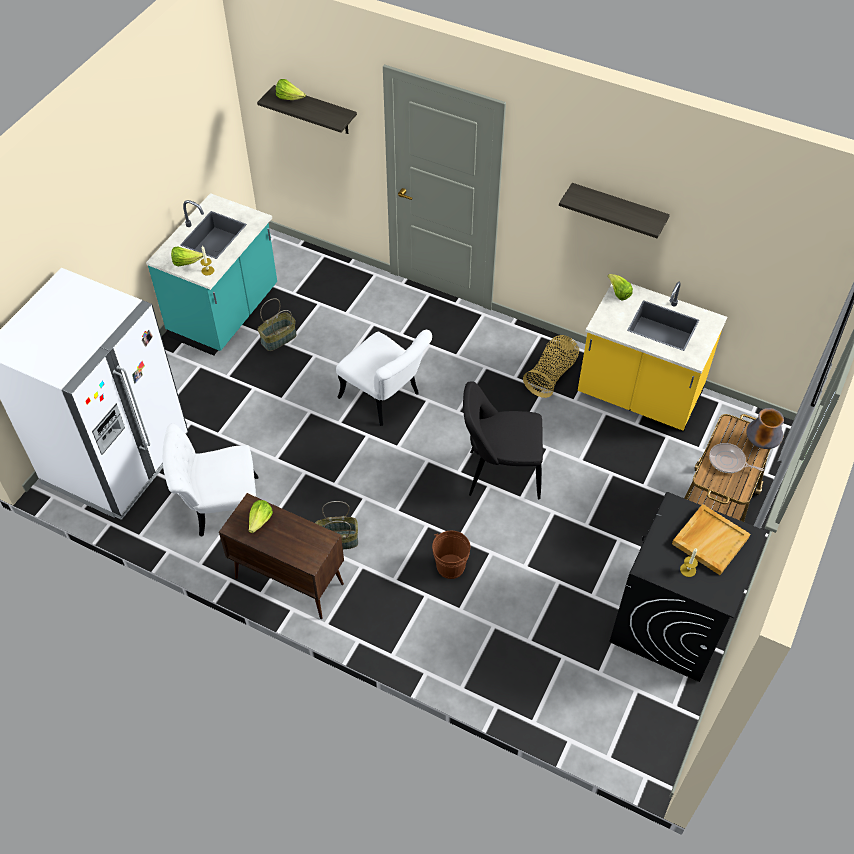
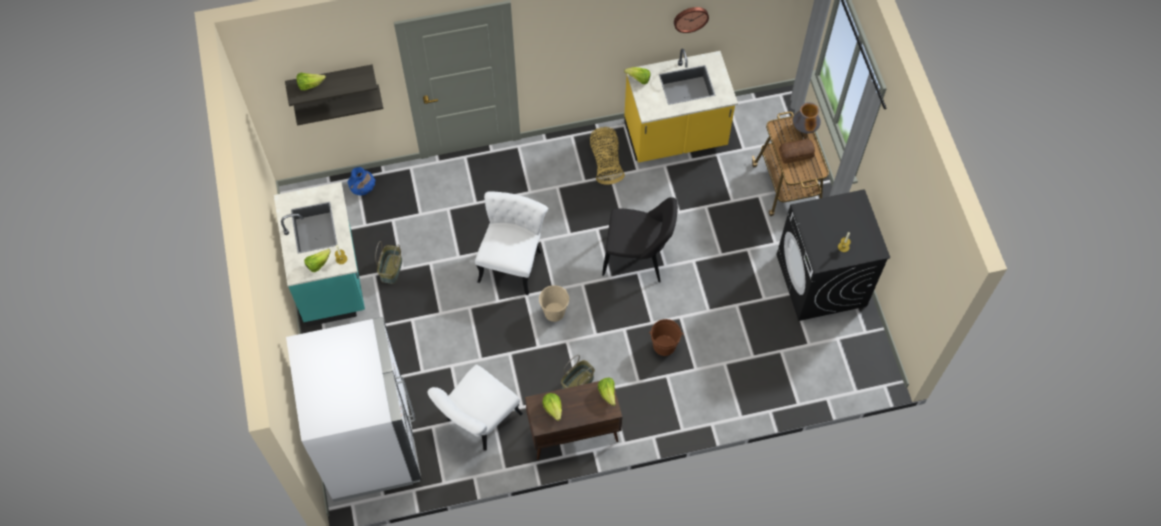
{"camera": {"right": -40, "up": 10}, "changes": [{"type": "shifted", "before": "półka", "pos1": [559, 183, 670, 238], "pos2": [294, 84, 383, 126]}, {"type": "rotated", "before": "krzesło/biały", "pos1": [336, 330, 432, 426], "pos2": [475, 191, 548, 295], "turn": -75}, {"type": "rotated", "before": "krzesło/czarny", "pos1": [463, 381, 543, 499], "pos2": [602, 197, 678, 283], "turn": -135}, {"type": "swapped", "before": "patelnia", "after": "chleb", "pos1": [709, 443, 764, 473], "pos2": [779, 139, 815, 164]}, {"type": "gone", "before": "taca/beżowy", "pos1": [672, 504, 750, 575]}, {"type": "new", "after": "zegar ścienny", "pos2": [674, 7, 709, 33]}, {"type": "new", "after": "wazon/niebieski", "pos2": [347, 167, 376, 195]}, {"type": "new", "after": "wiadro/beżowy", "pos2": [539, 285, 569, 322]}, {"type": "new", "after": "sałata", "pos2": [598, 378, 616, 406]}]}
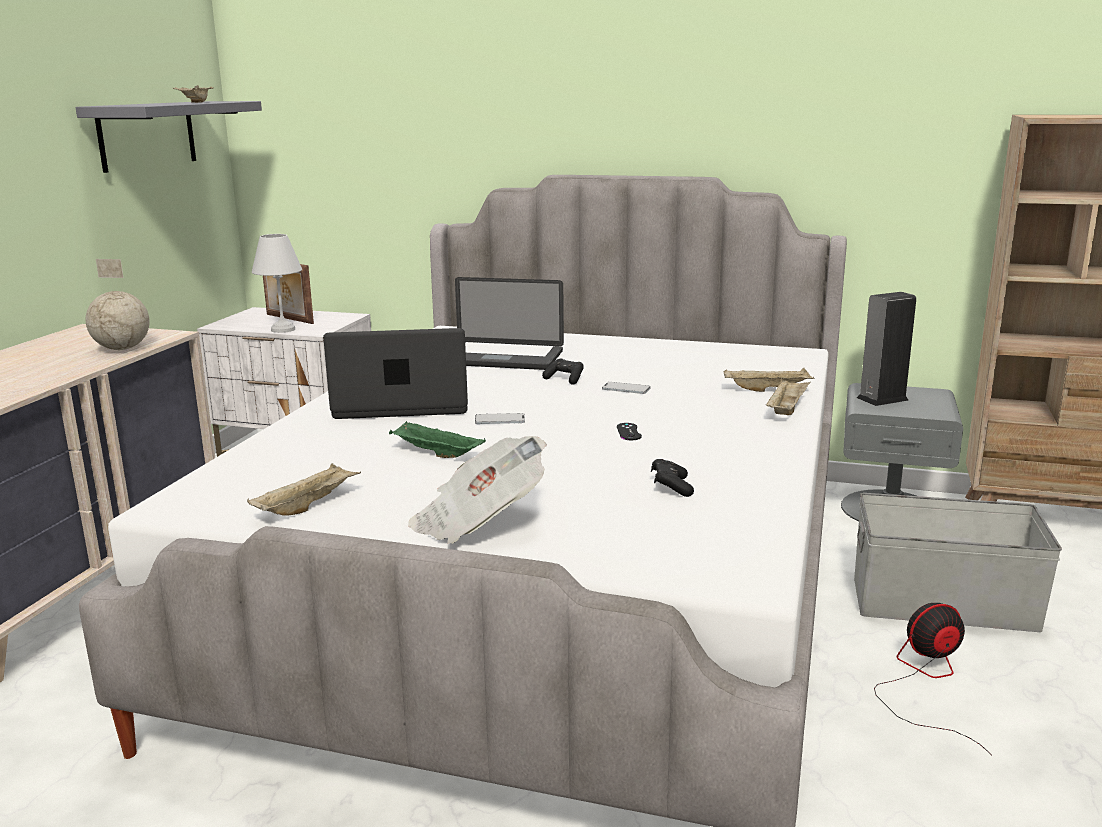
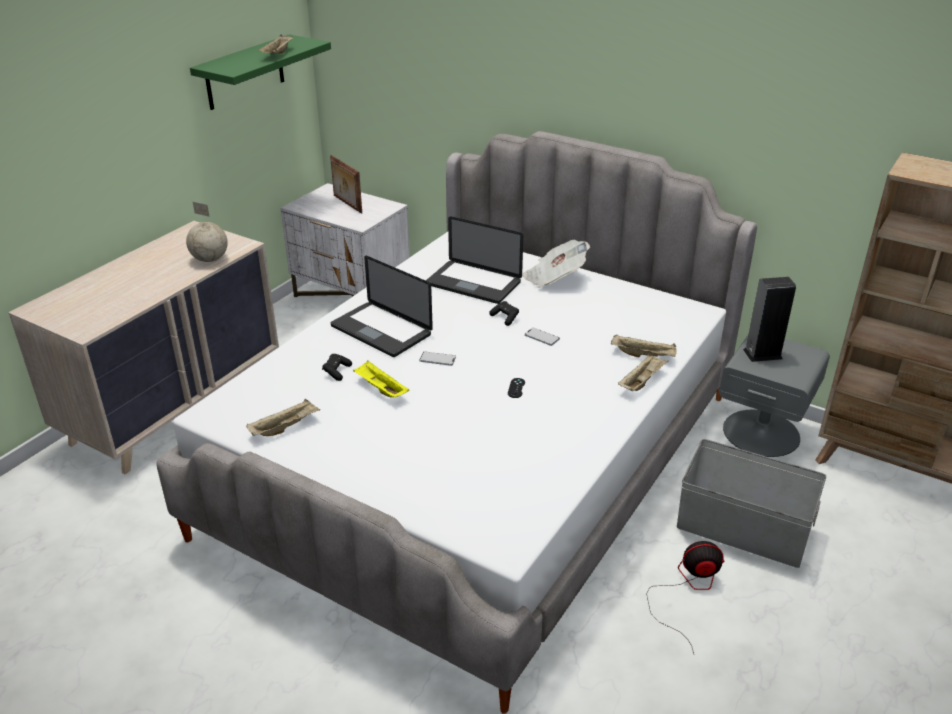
{"camera": {"right": 15, "up": 15}, "changes": [{"type": "repainted", "before": "półka/szary", "after": "półka/zielony", "pos1": [75, 101, 262, 173], "pos2": [190, 34, 331, 110]}, {"type": "gone", "before": "lampa stołowa/biały", "pos1": [252, 234, 302, 333]}, {"type": "rotated", "before": "laptop", "pos1": [323, 328, 468, 419], "pos2": [331, 256, 433, 357], "turn": -150}, {"type": "repainted", "before": "taca/zielony", "after": "taca/żółty", "pos1": [389, 421, 486, 458], "pos2": [353, 361, 409, 397]}, {"type": "shifted", "before": "gazeta", "pos1": [408, 436, 547, 544], "pos2": [523, 240, 590, 288]}, {"type": "shifted", "before": "pad do gier/czarny", "pos1": [651, 459, 694, 497], "pos2": [322, 354, 352, 381]}]}
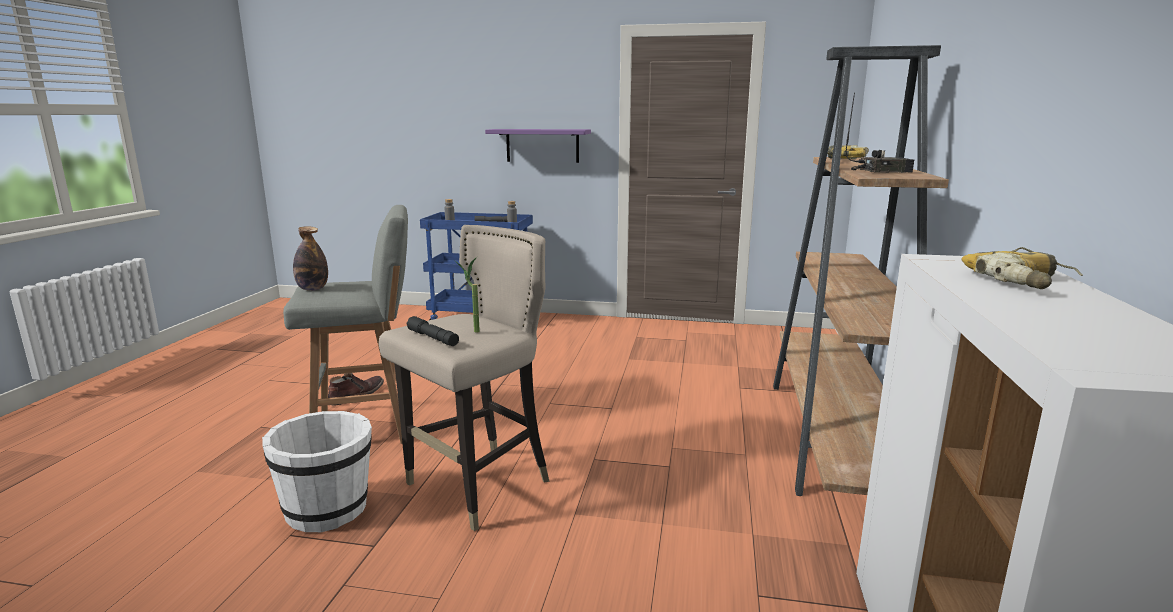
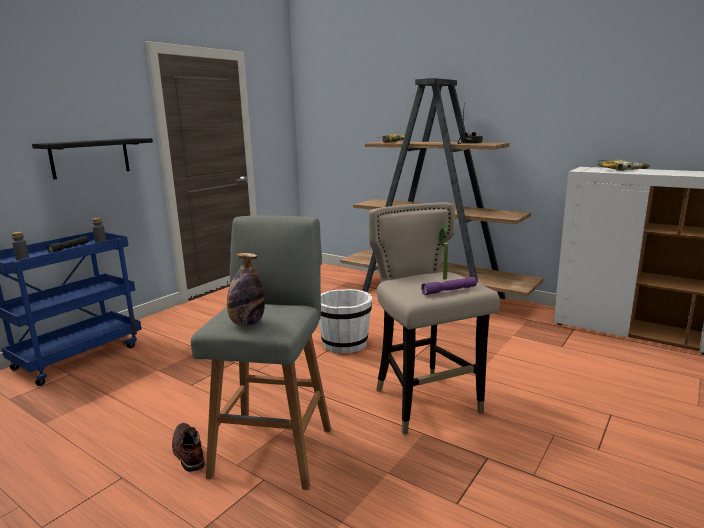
{"camera": {"right": -65, "up": 0}, "changes": [{"type": "repainted", "before": "półka/fioletowy", "after": "półka/czarny", "pos1": [485, 129, 591, 163], "pos2": [32, 138, 153, 179]}, {"type": "repainted", "before": "latarka/czarny", "after": "latarka/fioletowy", "pos1": [407, 316, 459, 346], "pos2": [421, 277, 477, 295]}, {"type": "shifted", "before": "wiadro/biały", "pos1": [262, 411, 372, 532], "pos2": [319, 289, 372, 354]}]}
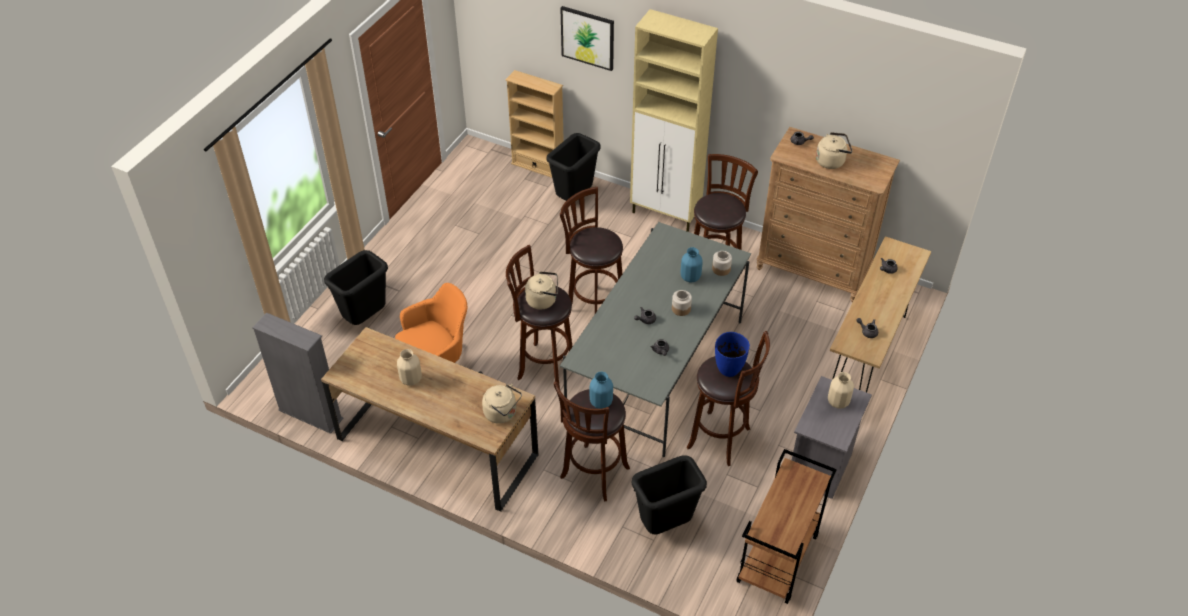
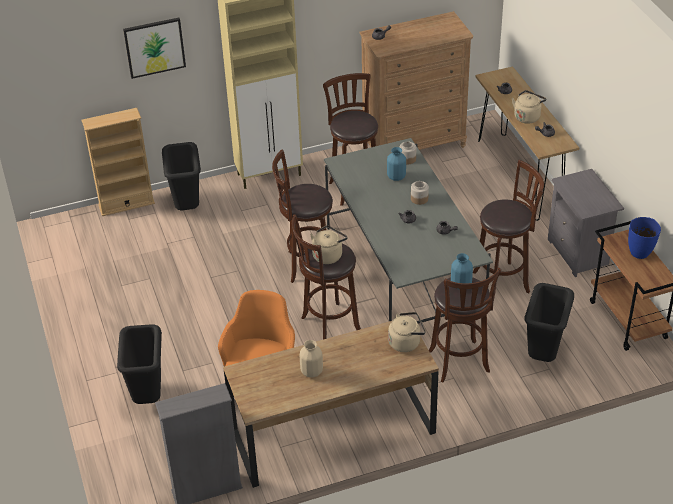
{"camera": {"right": -45, "up": -5}, "changes": [{"type": "shifted", "before": "czajnik/beżowy", "pos1": [816, 132, 853, 169], "pos2": [512, 90, 546, 124]}, {"type": "shifted", "before": "wazon/niebieski", "pos1": [715, 332, 750, 377], "pos2": [628, 217, 661, 259]}, {"type": "gone", "before": "wazon/beżowy", "pos1": [828, 372, 854, 409]}]}
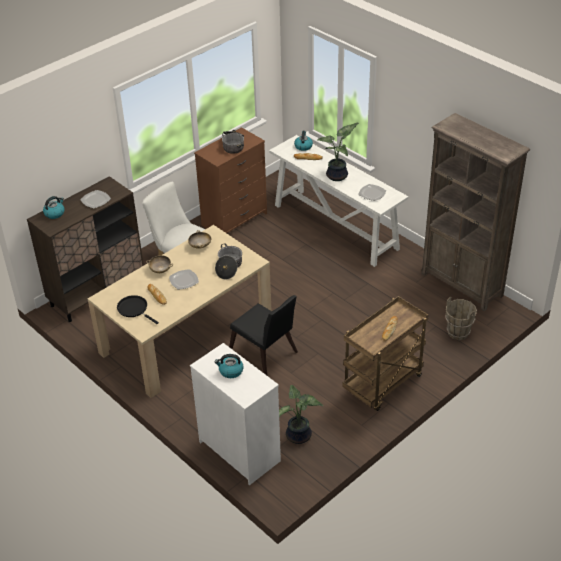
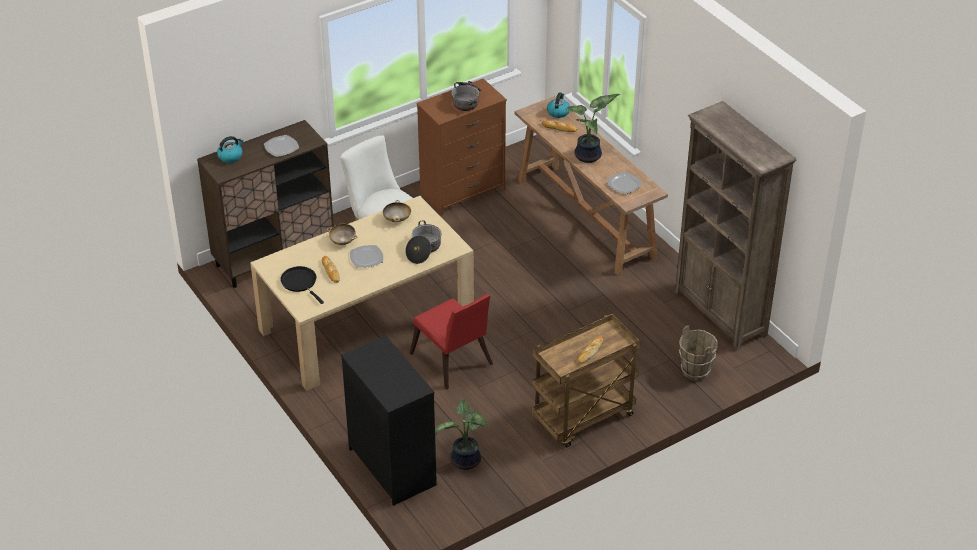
{"camera": {"right": 10, "up": 0}, "changes": [{"type": "repainted", "before": "stolik konsolowy/biały", "after": "stolik konsolowy/brązowy", "pos1": [269, 135, 408, 267], "pos2": [515, 96, 668, 276]}, {"type": "repainted", "before": "krzesło/czarny", "after": "krzesło/czerwony", "pos1": [229, 295, 298, 375], "pos2": [410, 294, 493, 389]}, {"type": "repainted", "before": "komoda/biały", "after": "komoda/czarny", "pos1": [190, 343, 281, 485], "pos2": [341, 336, 437, 506]}, {"type": "gone", "before": "czajnik", "pos1": [215, 354, 244, 378]}]}
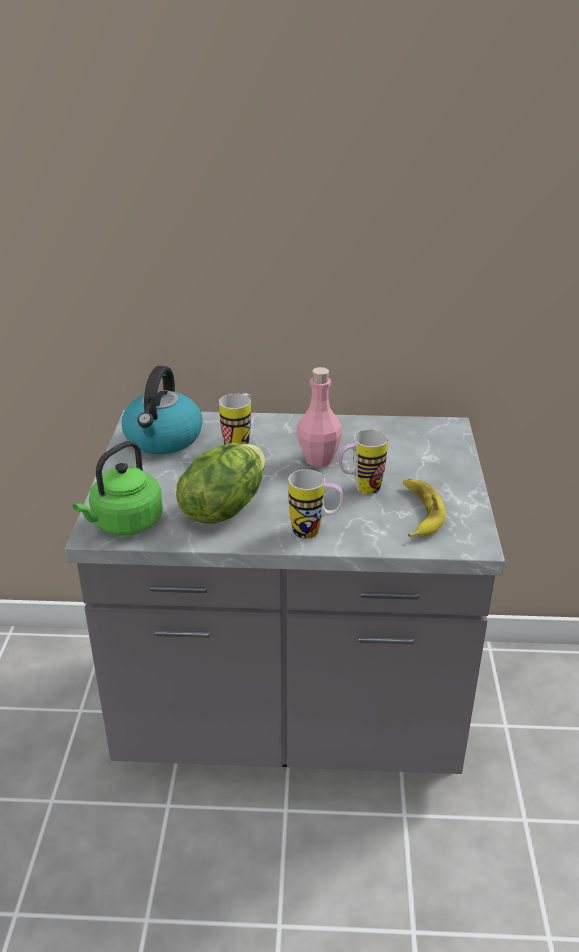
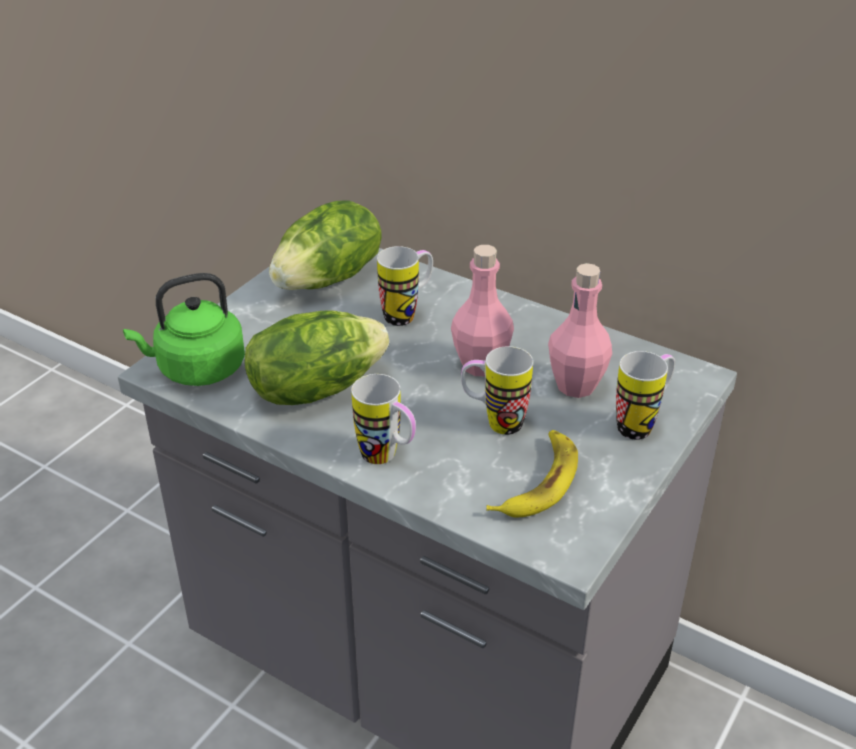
{"camera": {"right": 30, "up": 5}, "changes": [{"type": "swapped", "before": "czajnik", "after": "sałata", "pos1": [122, 366, 203, 454], "pos2": [269, 200, 382, 290]}, {"type": "new", "after": "butelka/różowy", "pos2": [548, 263, 612, 398]}, {"type": "new", "after": "kubek", "pos2": [616, 351, 675, 440]}]}
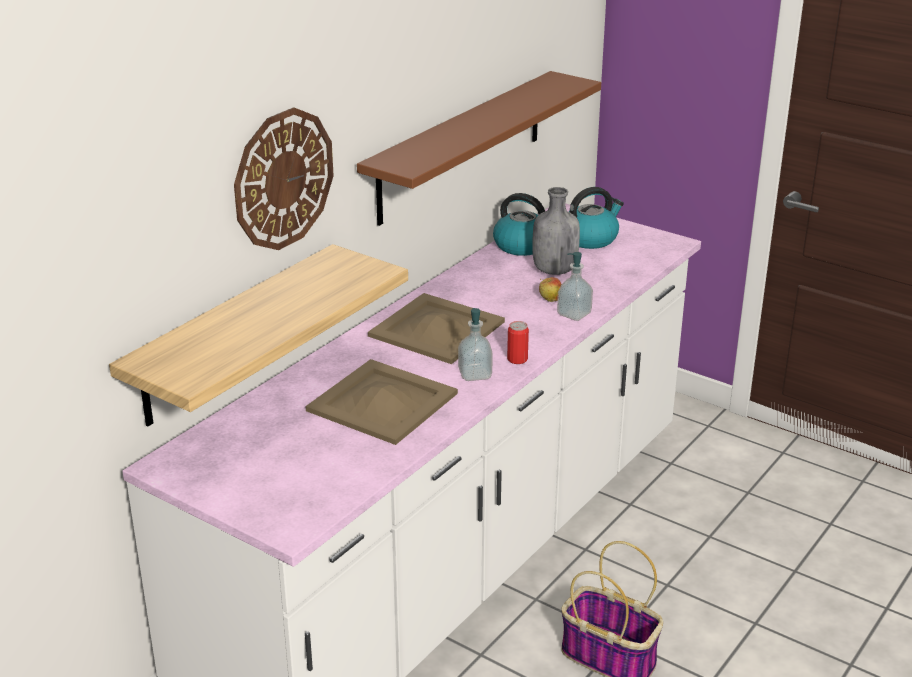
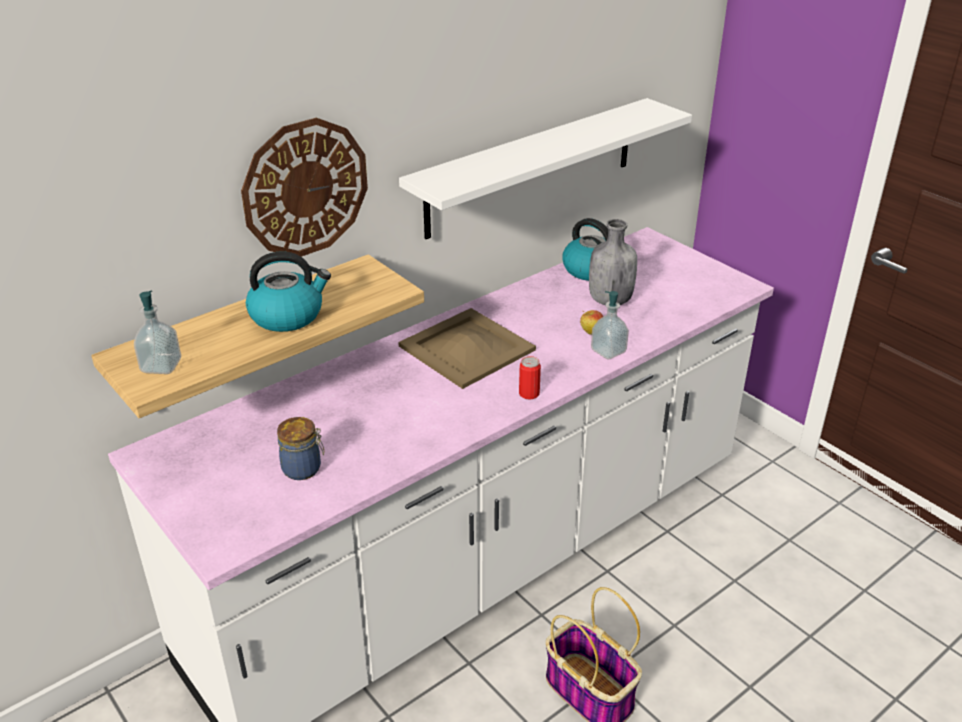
{"camera": {"right": 15, "up": 5}, "changes": [{"type": "repainted", "before": "półka/brązowy", "after": "półka/biały", "pos1": [357, 71, 601, 226], "pos2": [399, 98, 692, 239]}, {"type": "shifted", "before": "czajnik", "pos1": [569, 187, 624, 249], "pos2": [246, 251, 331, 332]}, {"type": "shifted", "before": "dozownik mydła", "pos1": [458, 308, 493, 381], "pos2": [134, 291, 181, 374]}, {"type": "gone", "before": "taca/beżowy", "pos1": [306, 359, 458, 445]}, {"type": "new", "after": "słoik", "pos2": [277, 417, 324, 480]}]}
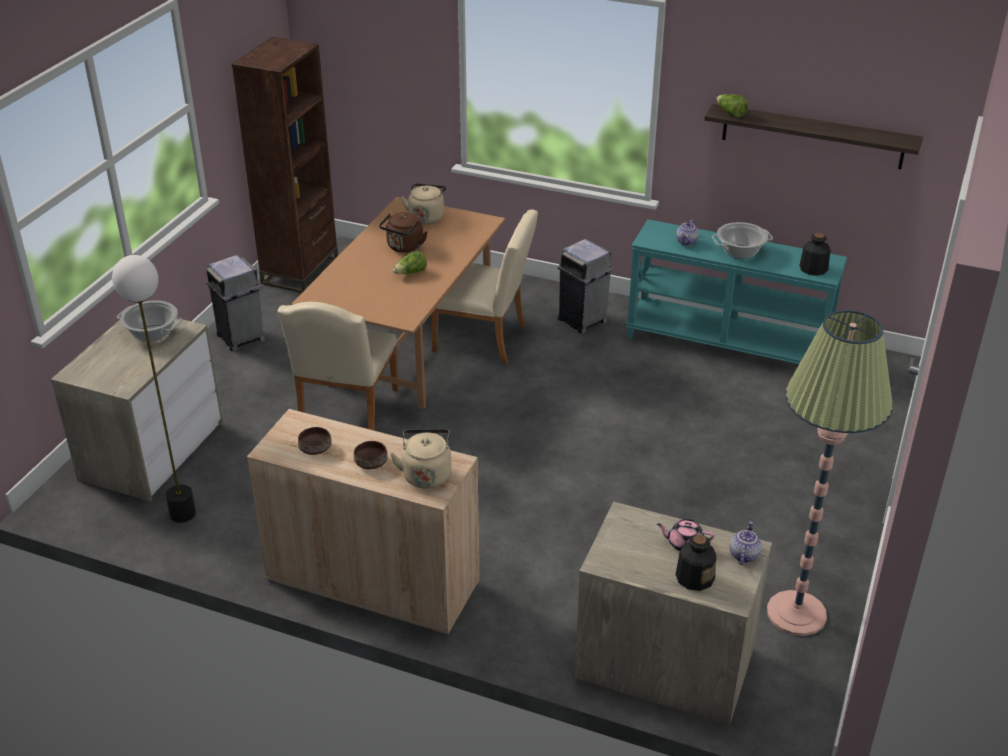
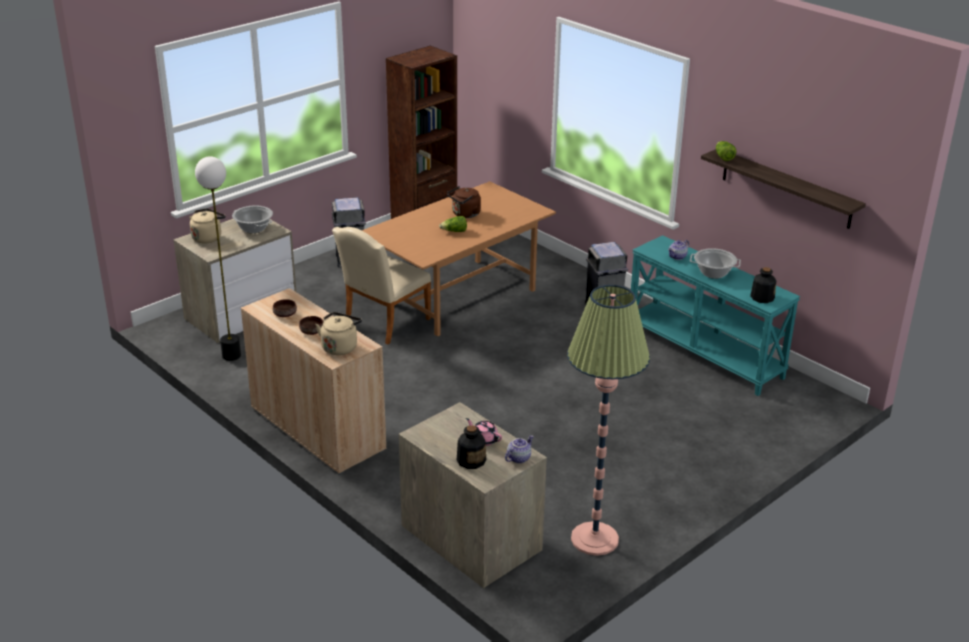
{"camera": {"right": 25, "up": -5}, "changes": [{"type": "shifted", "before": "czajnik/beżowy", "pos1": [401, 183, 446, 224], "pos2": [189, 208, 226, 243]}, {"type": "gone", "before": "krzesło/beżowy", "pos1": [431, 210, 538, 364]}]}
